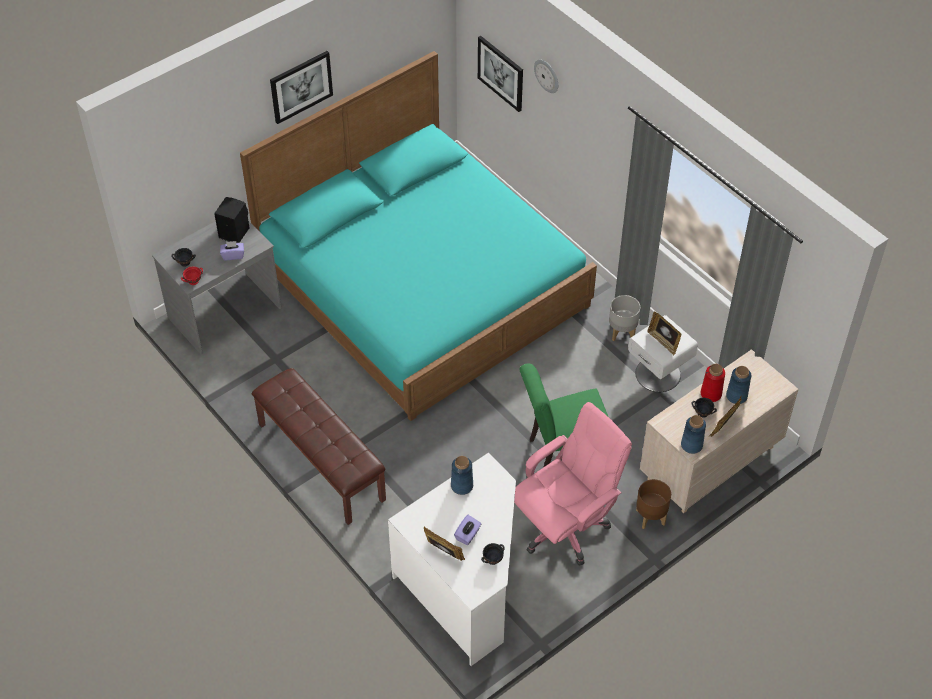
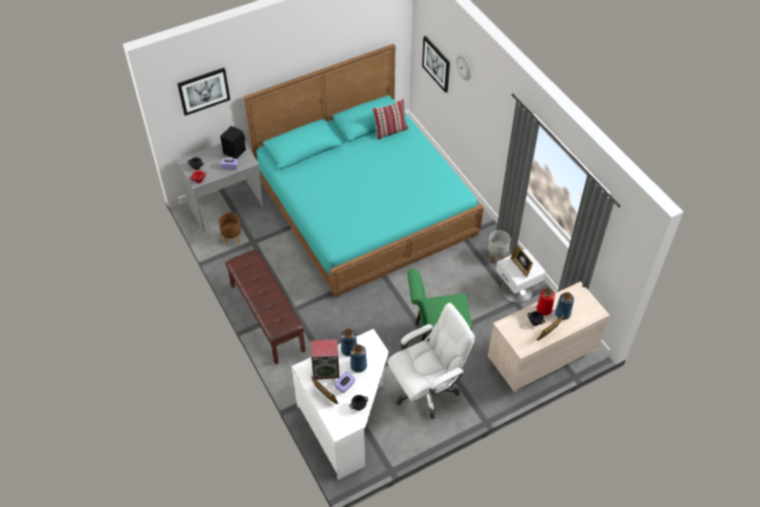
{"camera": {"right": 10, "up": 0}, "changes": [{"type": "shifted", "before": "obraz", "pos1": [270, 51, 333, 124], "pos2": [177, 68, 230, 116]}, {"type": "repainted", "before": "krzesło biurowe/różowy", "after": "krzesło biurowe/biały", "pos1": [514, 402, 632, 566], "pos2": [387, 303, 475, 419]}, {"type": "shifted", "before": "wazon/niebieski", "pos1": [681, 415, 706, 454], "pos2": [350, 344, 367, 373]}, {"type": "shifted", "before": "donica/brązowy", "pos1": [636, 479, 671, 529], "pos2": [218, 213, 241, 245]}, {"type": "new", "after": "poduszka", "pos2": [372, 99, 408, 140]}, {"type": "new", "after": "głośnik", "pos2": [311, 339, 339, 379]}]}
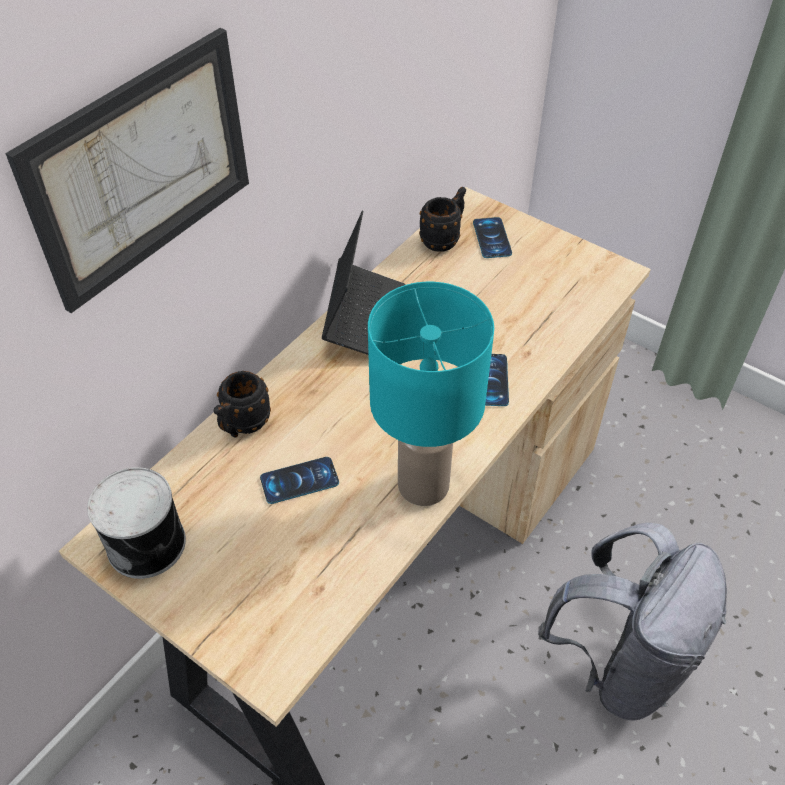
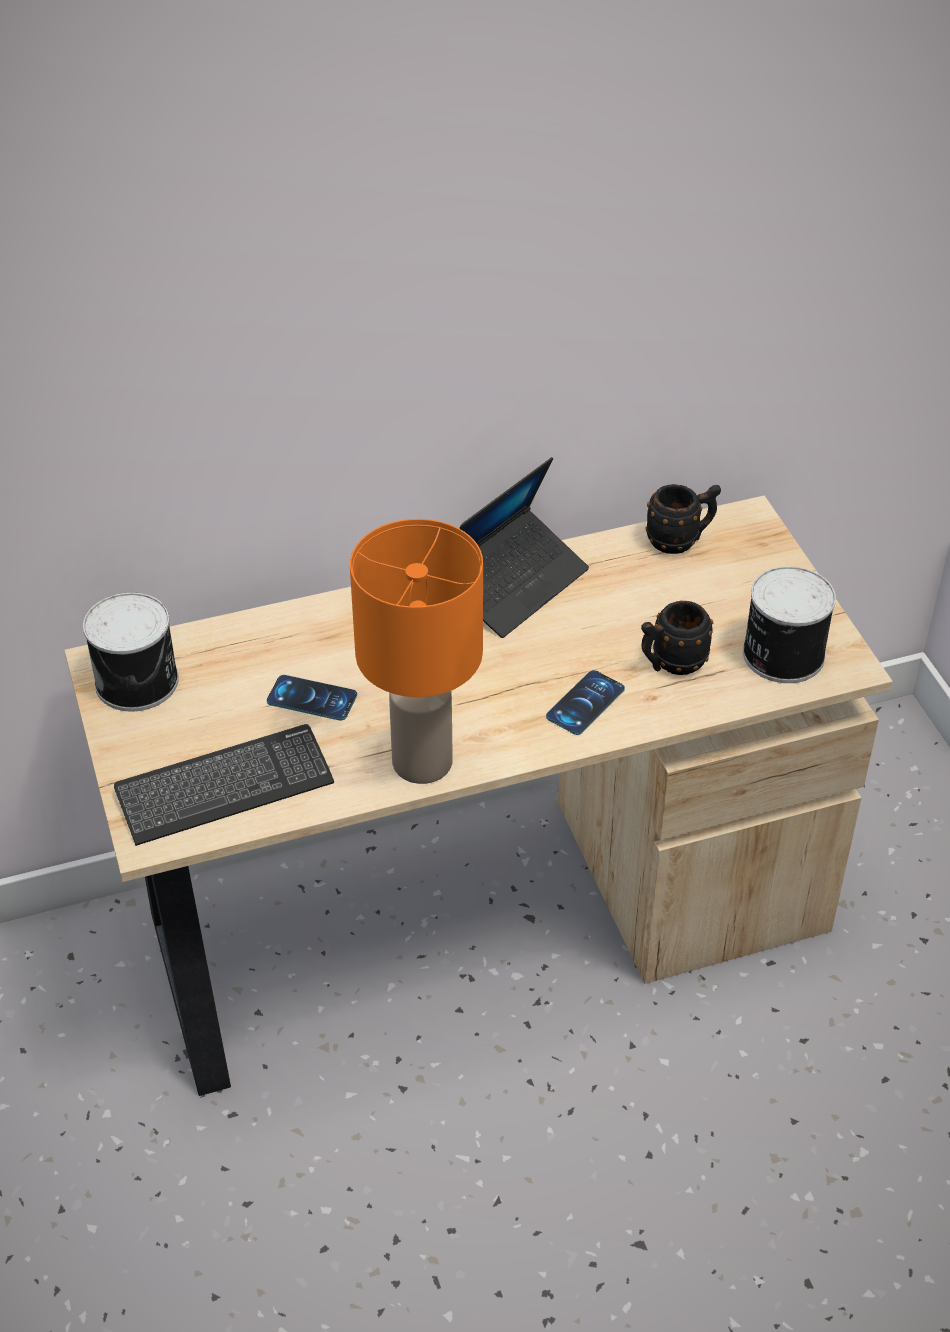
{"camera": {"right": 35, "up": -5}, "changes": [{"type": "gone", "before": "obraz", "pos1": [5, 28, 249, 313]}, {"type": "gone", "before": "telefon", "pos1": [473, 217, 512, 258]}, {"type": "repainted", "before": "lampa stołowa/turkusowy", "after": "lampa stołowa/pomarańczowy", "pos1": [368, 282, 494, 506], "pos2": [350, 519, 483, 784]}, {"type": "shifted", "before": "kubek/czarny", "pos1": [214, 371, 271, 437], "pos2": [641, 601, 713, 675]}, {"type": "gone", "before": "plecak/szary", "pos1": [538, 523, 727, 721]}, {"type": "new", "after": "puszka", "pos2": [743, 566, 836, 683]}, {"type": "new", "after": "klawiatura", "pos2": [114, 724, 334, 846]}]}
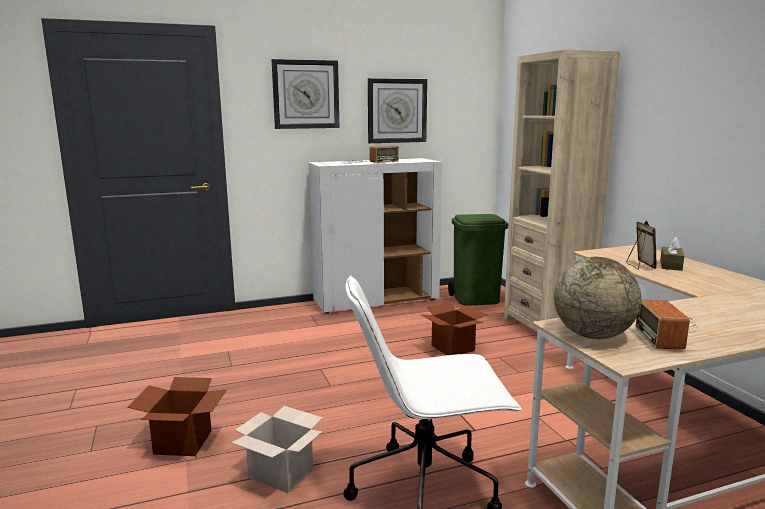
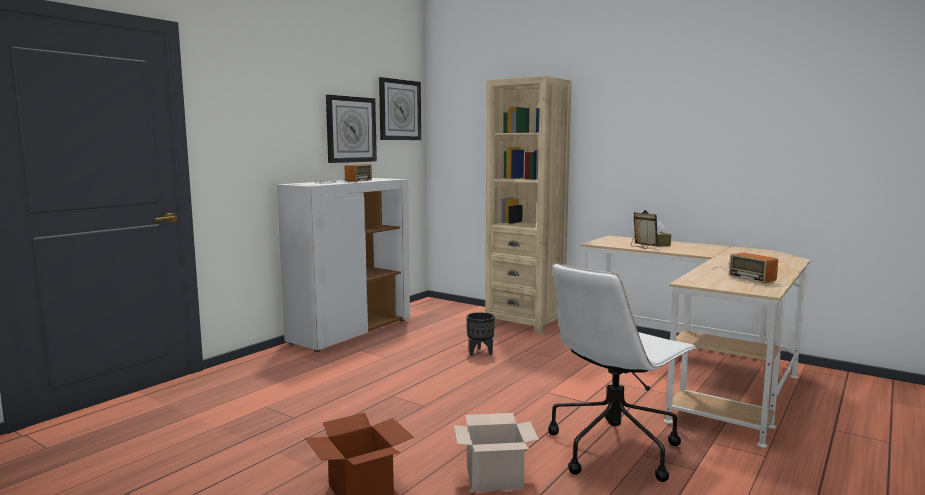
{"camera": {"right": -35, "up": -5}, "changes": [{"type": "shifted", "before": "zegar ścienny", "pos1": [271, 59, 339, 129], "pos2": [379, 77, 421, 140]}, {"type": "gone", "before": "kosz na śmieci/zielony", "pos1": [448, 214, 508, 306]}, {"type": "gone", "before": "globus", "pos1": [554, 257, 641, 339]}, {"type": "swapped", "before": "karton", "after": "donica/czarny", "pos1": [421, 302, 487, 355], "pos2": [466, 312, 495, 356]}]}
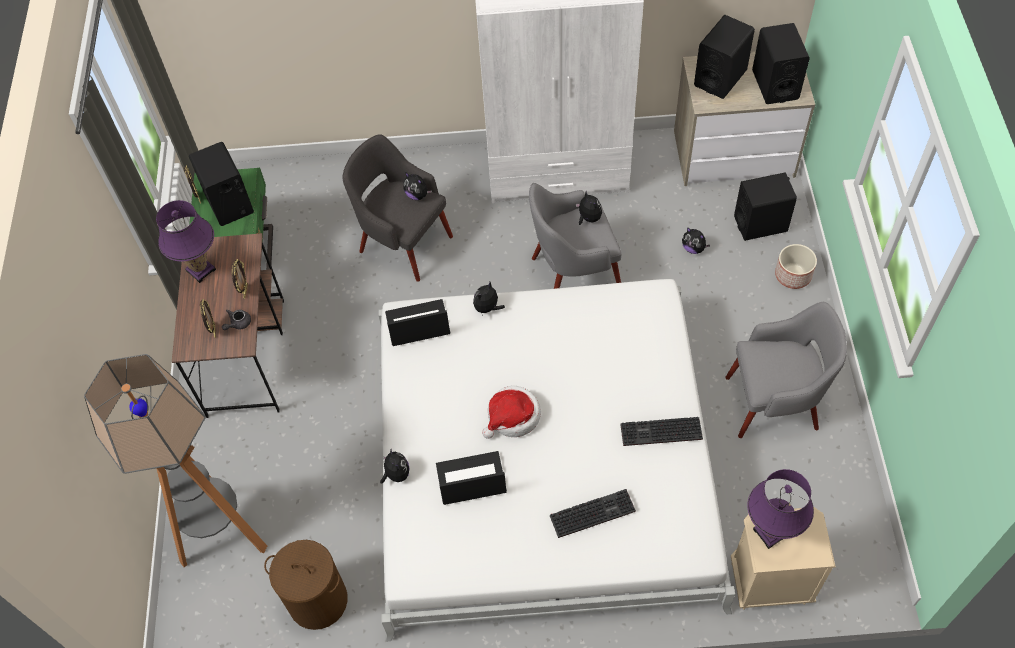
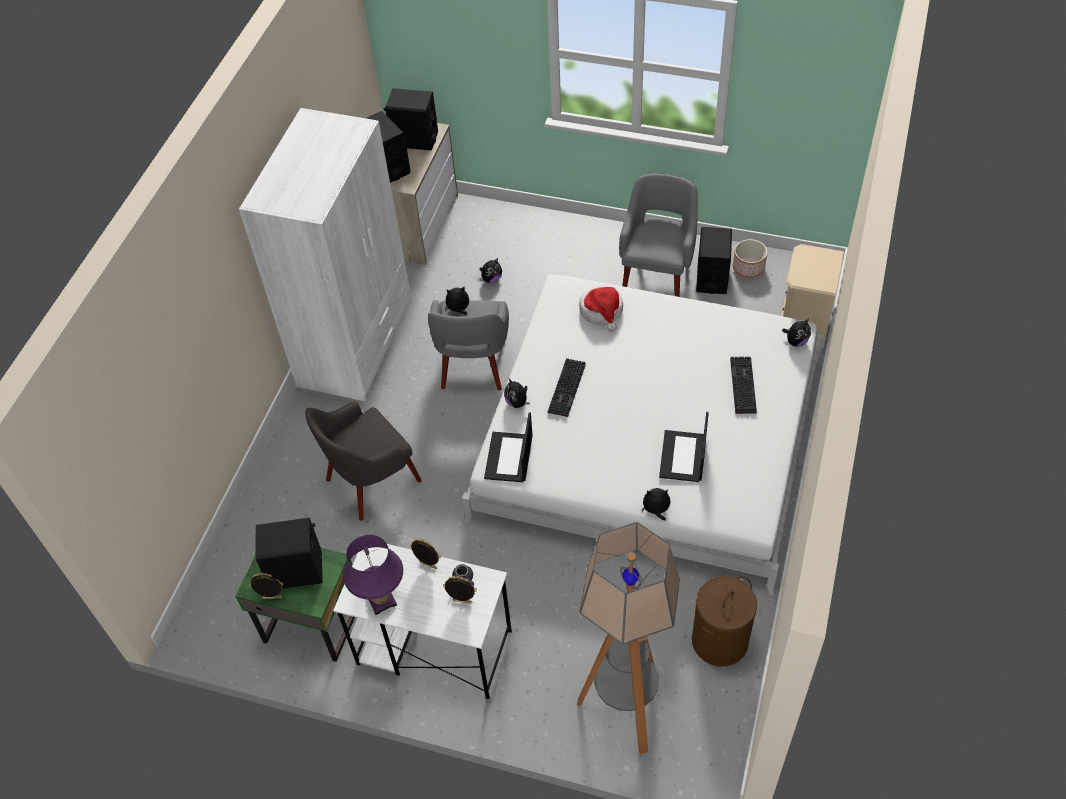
{"camera": {"right": -70, "up": -5}, "changes": [{"type": "shifted", "before": "pluszak", "pos1": [403, 172, 432, 200], "pos2": [782, 319, 811, 347]}, {"type": "shifted", "before": "głośnik/czarny", "pos1": [734, 173, 797, 241], "pos2": [696, 227, 732, 294]}, {"type": "repainted", "before": "biurko/brązowy", "after": "biurko/biały", "pos1": [172, 233, 284, 418], "pos2": [333, 544, 512, 699]}, {"type": "shifted", "before": "donica", "pos1": [775, 244, 817, 289], "pos2": [733, 239, 767, 278]}, {"type": "shifted", "before": "kapelusz", "pos1": [482, 386, 541, 439], "pos2": [579, 285, 623, 332]}, {"type": "shifted", "before": "klawiatura", "pos1": [620, 417, 703, 446], "pos2": [548, 358, 586, 417]}, {"type": "gone", "before": "lampa stołowa/fioletowy", "pos1": [747, 469, 814, 549]}]}
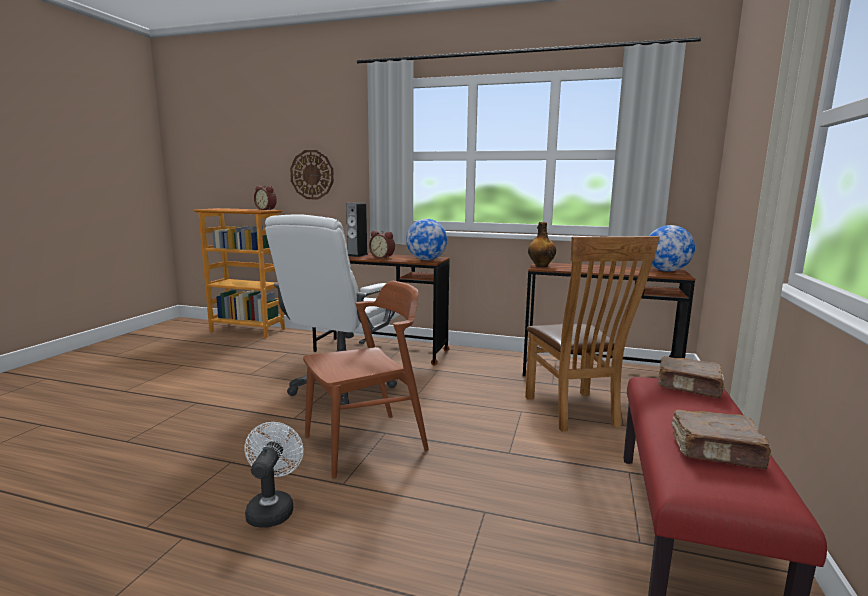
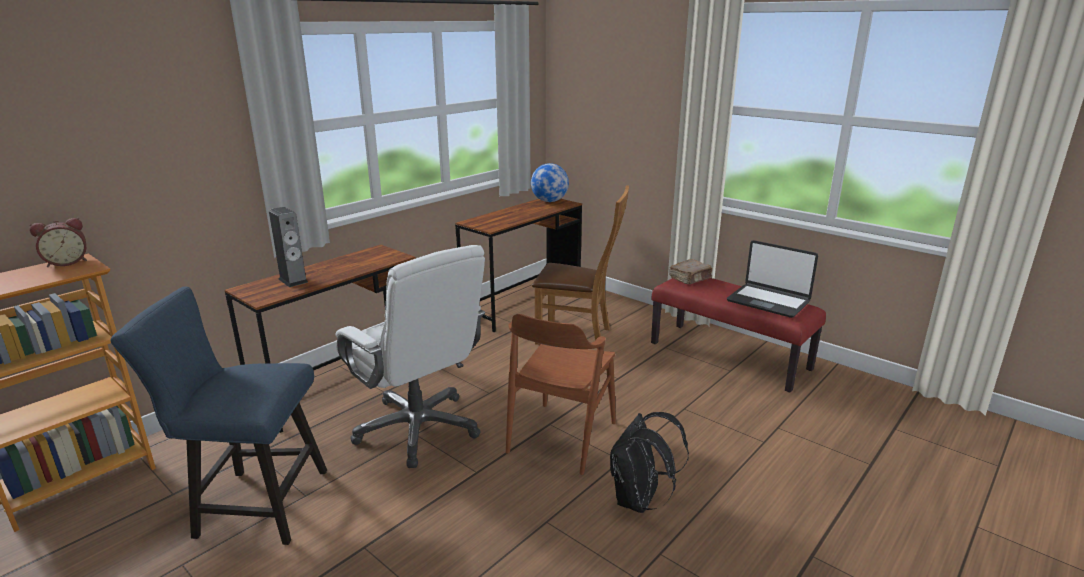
{"camera": {"right": -65, "up": 10}, "changes": [{"type": "gone", "before": "zegar ścienny", "pos1": [290, 150, 334, 199]}, {"type": "gone", "before": "globus", "pos1": [406, 219, 447, 260]}, {"type": "gone", "before": "butelka", "pos1": [528, 222, 556, 267]}, {"type": "gone", "before": "budzik", "pos1": [369, 231, 395, 259]}, {"type": "rotated", "before": "krzesło/brązowy", "pos1": [303, 281, 429, 479], "pos2": [506, 314, 616, 475], "turn": -150}, {"type": "swapped", "before": "książka/brązowy", "after": "laptop", "pos1": [672, 410, 772, 469], "pos2": [727, 240, 818, 318]}, {"type": "swapped", "before": "wentylator/biały", "after": "plecak/czarny", "pos1": [245, 422, 304, 528], "pos2": [610, 412, 689, 513]}, {"type": "new", "after": "krzesło/niebieski", "pos2": [110, 286, 327, 545]}]}
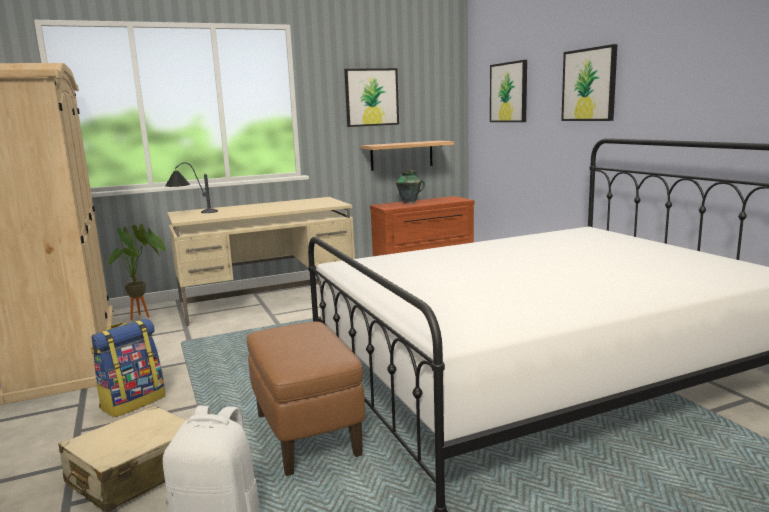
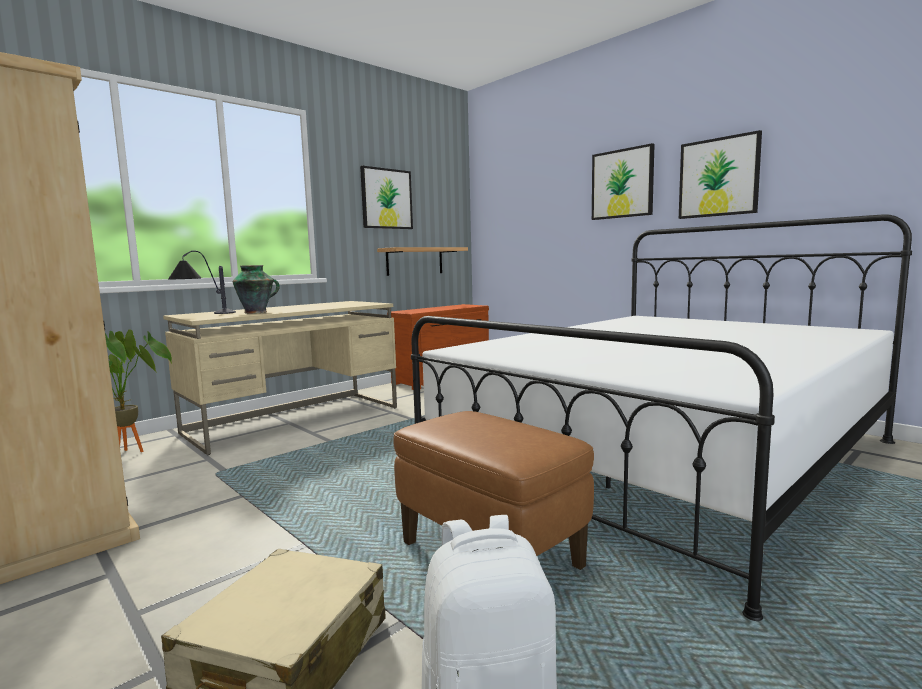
{"camera": {"right": -20, "up": -5}, "changes": [{"type": "shifted", "before": "obraz", "pos1": [490, 60, 527, 122], "pos2": [679, 130, 762, 219]}, {"type": "shifted", "before": "wazon", "pos1": [396, 171, 425, 204], "pos2": [233, 265, 280, 314]}, {"type": "gone", "before": "plecak", "pos1": [91, 319, 165, 417]}]}
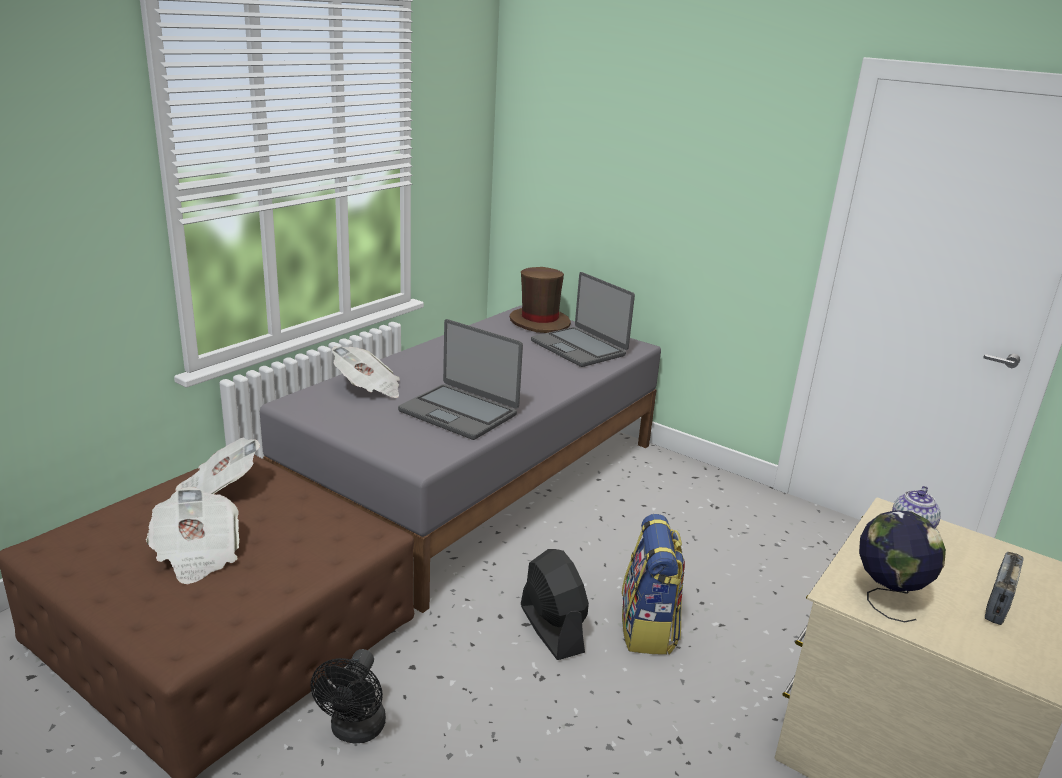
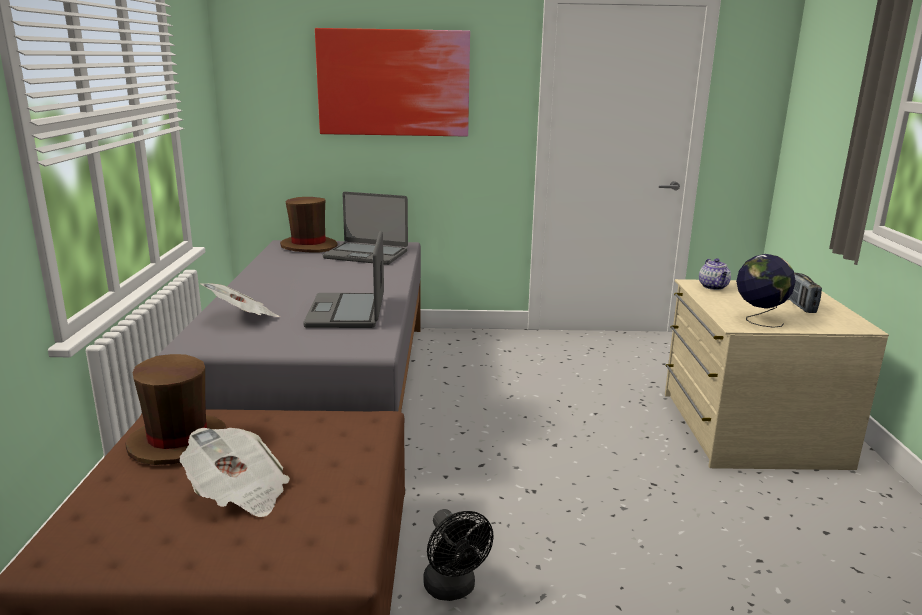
{"camera": {"right": -35, "up": -5}, "changes": [{"type": "rotated", "before": "laptop", "pos1": [398, 319, 523, 440], "pos2": [303, 231, 384, 328], "turn": 90}, {"type": "swapped", "before": "gazeta", "after": "kapelusz/brązowy", "pos1": [175, 438, 260, 494], "pos2": [125, 354, 227, 465]}, {"type": "gone", "before": "plecak", "pos1": [622, 514, 685, 655]}, {"type": "gone", "before": "wentylator/czarny", "pos1": [521, 549, 589, 660]}, {"type": "new", "after": "obraz", "pos2": [315, 28, 470, 137]}]}
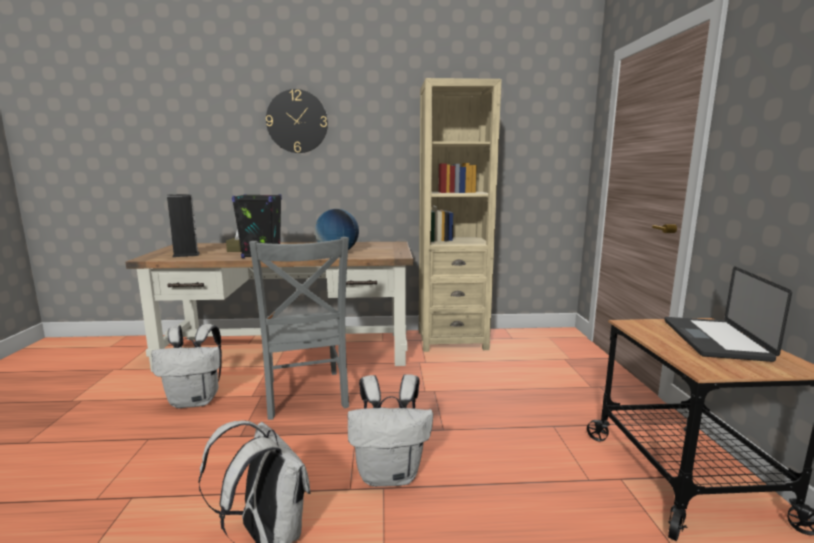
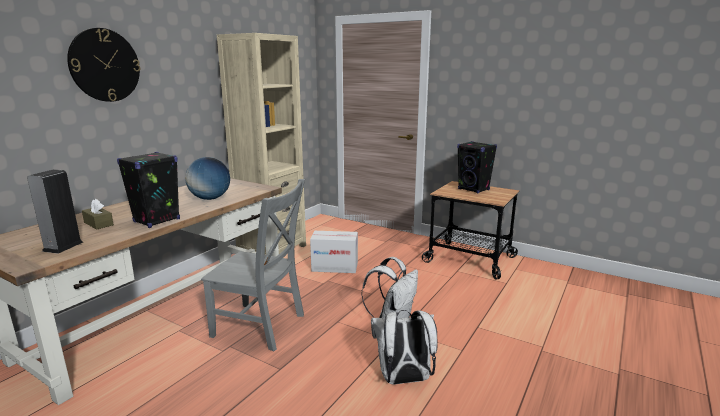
{"camera": {"right": -55, "up": 5}, "changes": [{"type": "swapped", "before": "laptop", "after": "głośnik/czarny", "pos1": [664, 266, 792, 362], "pos2": [457, 141, 497, 193]}, {"type": "gone", "before": "plecak/biały", "pos1": [151, 324, 222, 408]}, {"type": "new", "after": "karton", "pos2": [310, 231, 358, 273]}]}
